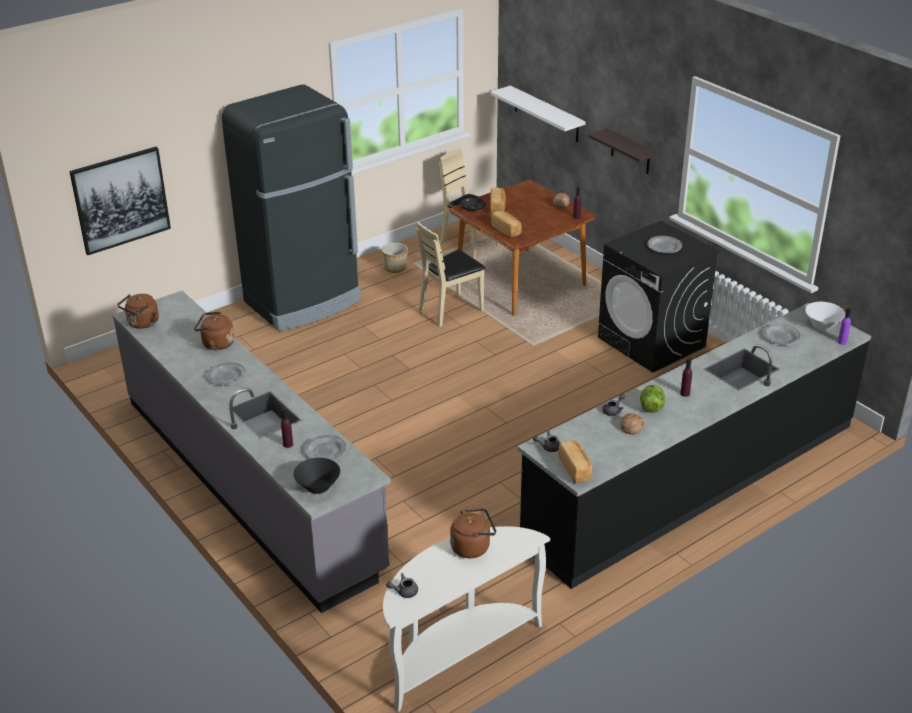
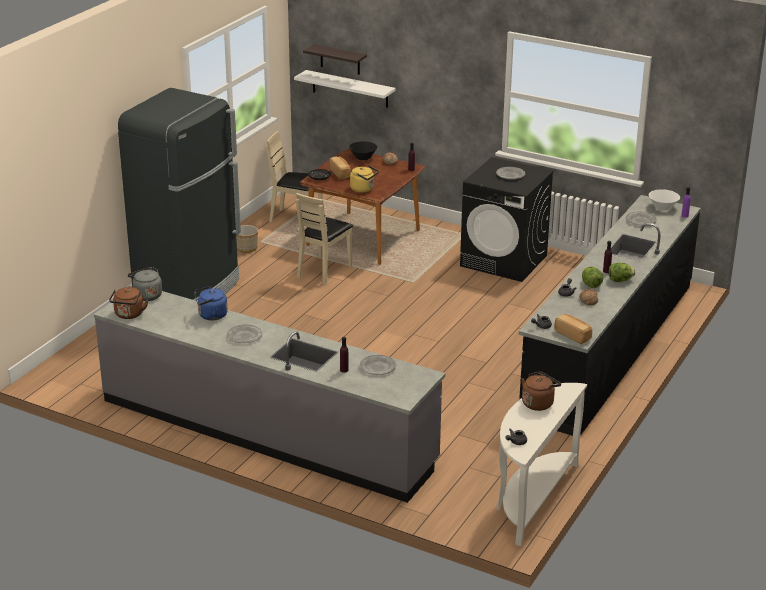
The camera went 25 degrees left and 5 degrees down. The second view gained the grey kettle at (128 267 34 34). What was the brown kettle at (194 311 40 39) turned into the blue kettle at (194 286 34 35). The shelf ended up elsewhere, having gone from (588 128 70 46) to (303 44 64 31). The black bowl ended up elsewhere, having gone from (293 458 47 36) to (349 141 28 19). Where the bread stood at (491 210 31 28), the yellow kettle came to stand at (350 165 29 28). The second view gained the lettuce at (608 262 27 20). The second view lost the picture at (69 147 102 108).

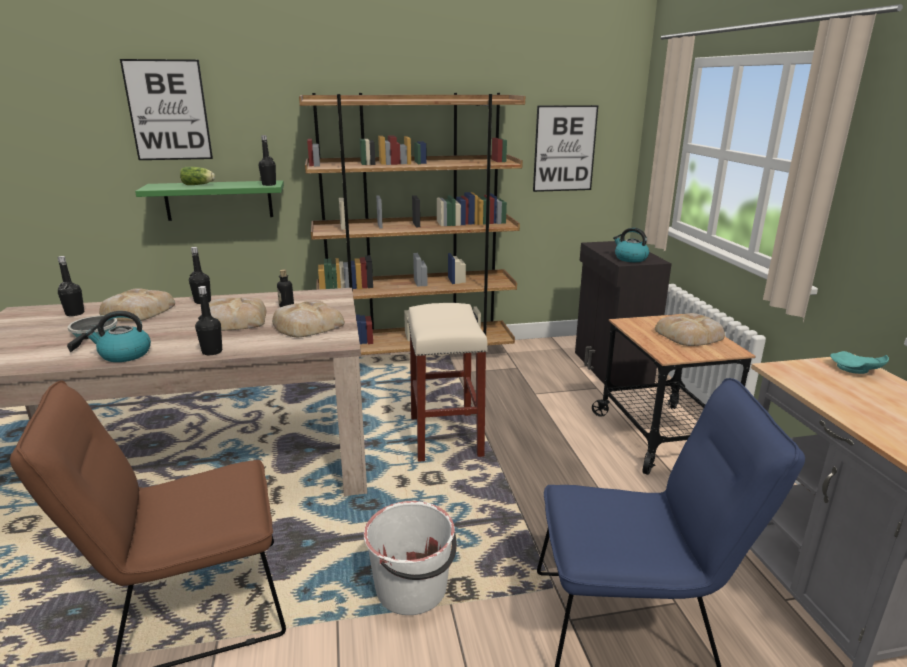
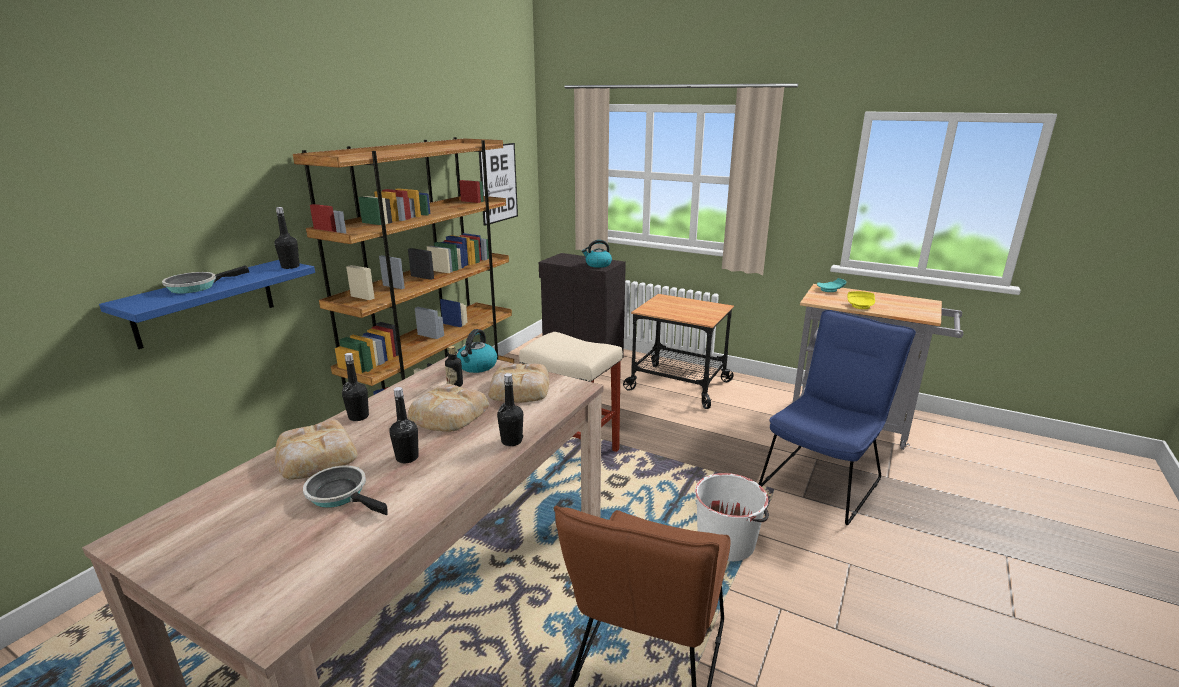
The camera went 50 degrees left and 0 degrees up. What was the green shelf at (135 180 149 41) turned into the blue shelf at (99 260 216 89). Where the lettuce stood at (180 167 35 18), the frying pan came to stand at (162 265 87 29). The black bottle ended up elsewhere, having gone from (57 256 27 60) to (390 387 29 76). The kettle ended up elsewhere, having gone from (85 311 66 51) to (457 329 40 44). The second view gained the yellow plate at (847 291 28 18). The second view lost the picture at (120 59 93 101). The second view lost the bread at (655 313 70 33).

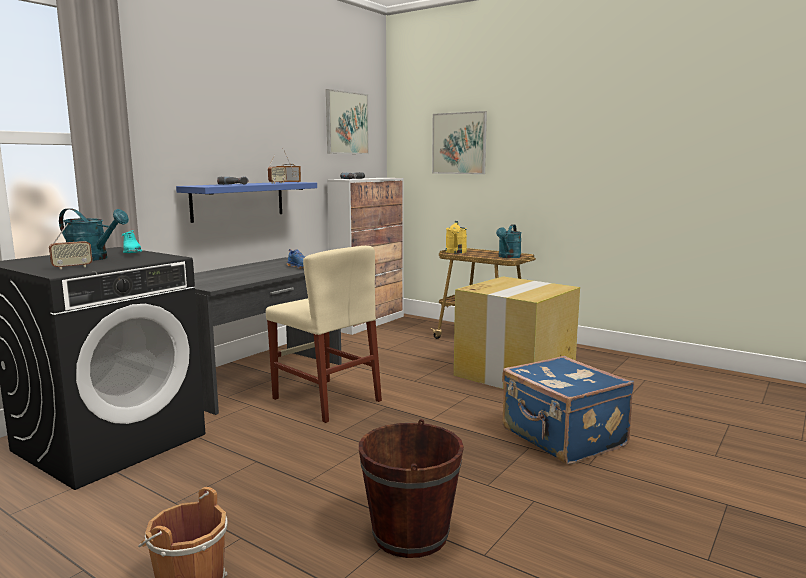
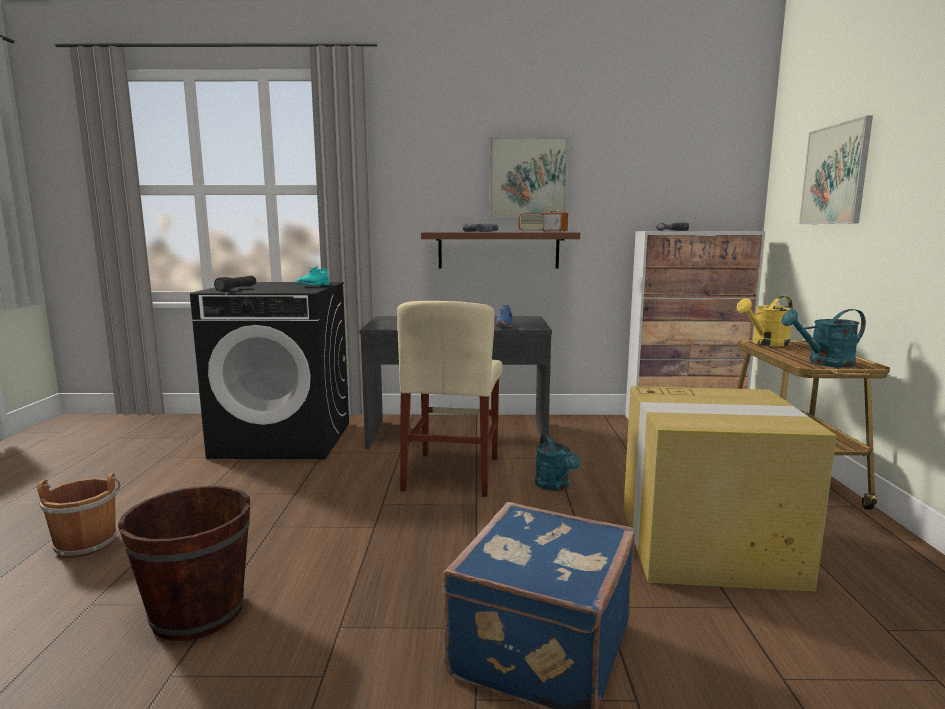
The camera went 55 degrees right and 0 degrees up. Where the radio stood at (49 223 43 46), the black flashlight came to stand at (214 276 42 15). What was the blue shelf at (176 182 141 41) turned into the brown shelf at (421 232 159 37). The picture ended up elsewhere, having gone from (326 89 43 65) to (489 137 80 81). The turquoise watering can ended up elsewhere, having gone from (59 208 70 53) to (535 433 45 58).

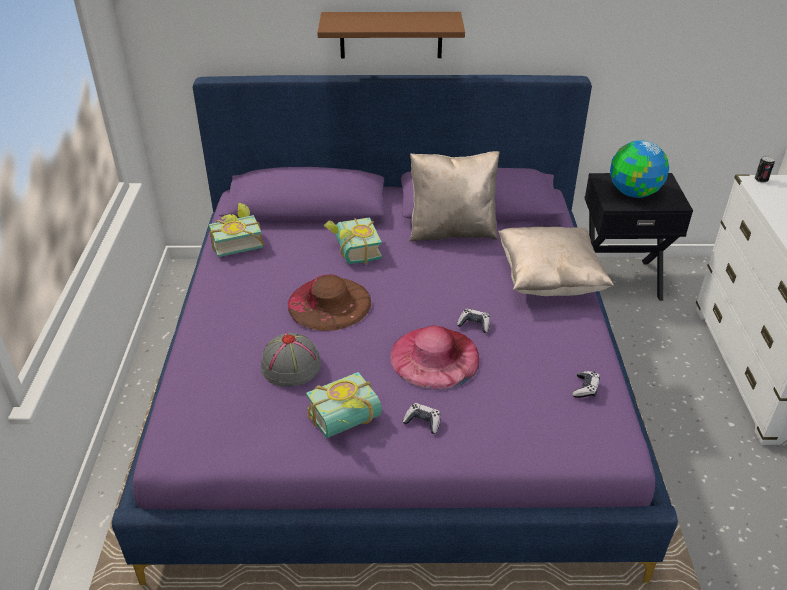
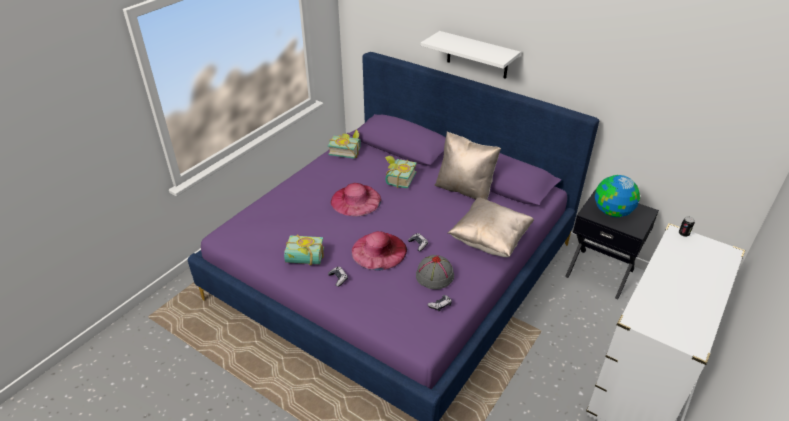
The camera went 35 degrees right and 0 degrees up. What was the brown hat at (288 274 83 57) turned into the pink hat at (331 183 51 33). The grey hat ended up elsewhere, having gone from (261 333 60 54) to (416 255 38 35). What was the brown shelf at (317 12 148 47) turned into the white shelf at (421 31 100 48).

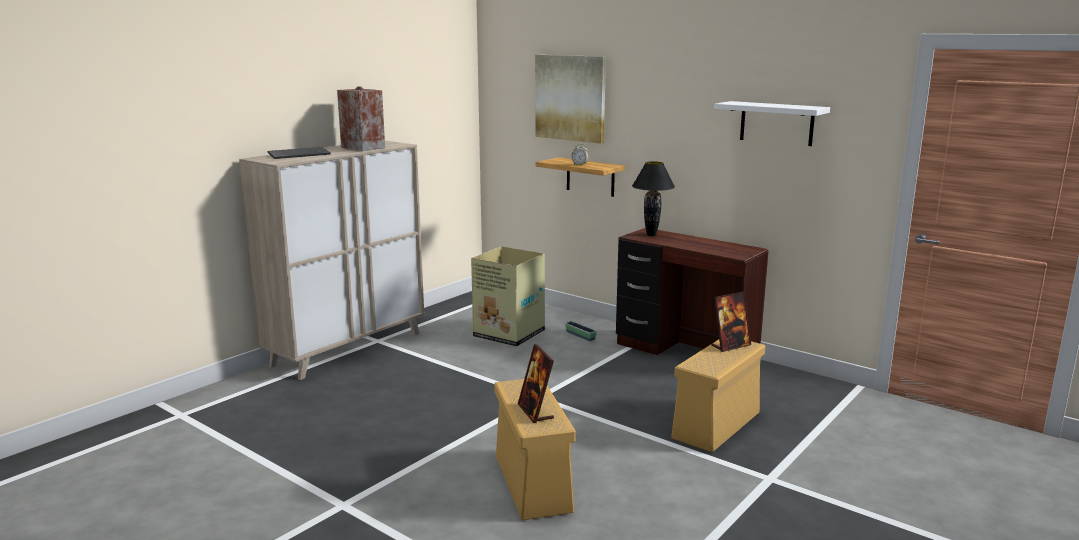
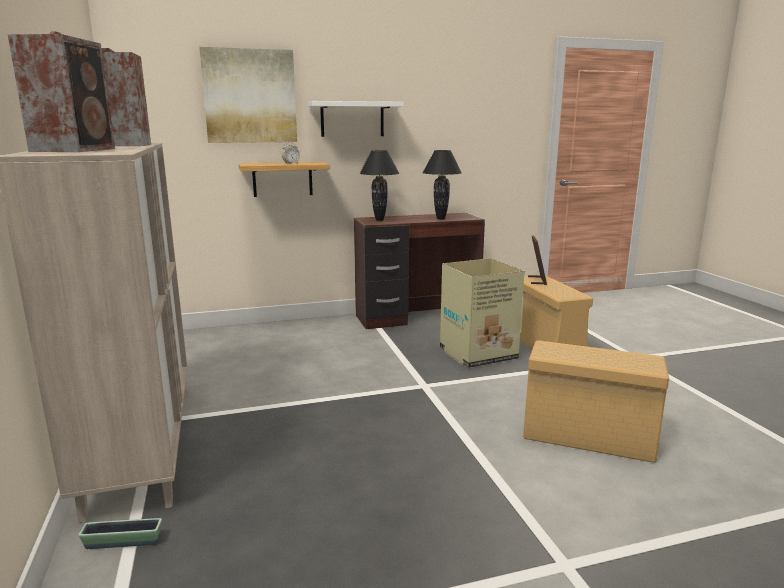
The camera went 55 degrees left and 0 degrees up. Where the keyboard stood at (268 147 63 12), the speaker came to stand at (8 31 107 121). The planter ended up elsewhere, having gone from (565 321 32 20) to (78 518 84 31). The white shelf ended up elsewhere, having gone from (714 101 116 45) to (308 101 96 36). The second view gained the black table lamp at (422 150 40 70). The cardboard box ended up elsewhere, having gone from (471 246 74 101) to (440 258 85 110). The second view lost the picture frame at (518 344 36 79).

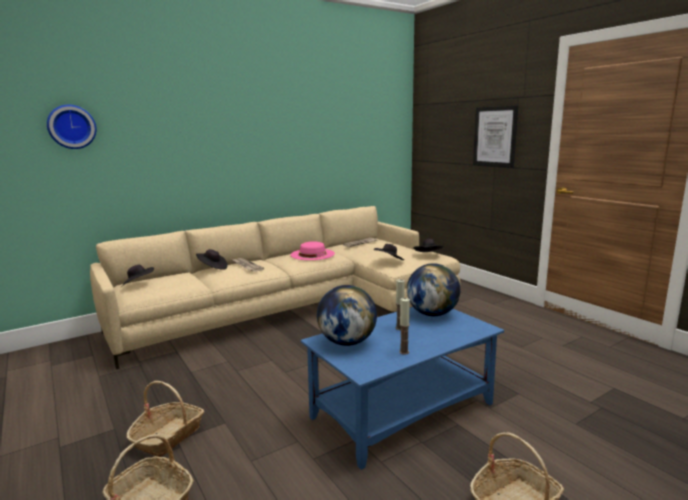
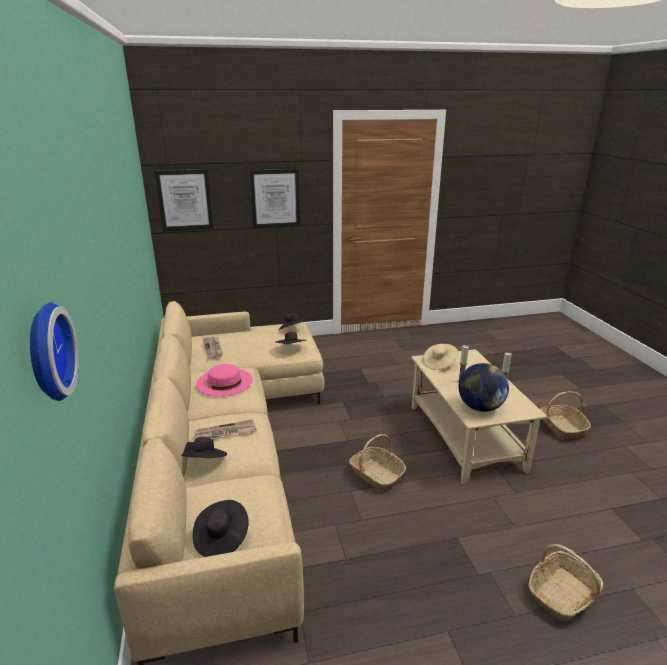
The camera went 70 degrees left and 10 degrees up. The second view gained the picture at (155 169 58 62). The basket ended up elsewhere, having gone from (126 381 78 76) to (349 434 57 57). What was the blue coffee table at (301 307 203 163) turned into the beige coffee table at (411 349 136 135). Where the globe stood at (407 263 53 53), the beige hat came to stand at (423 344 35 26).

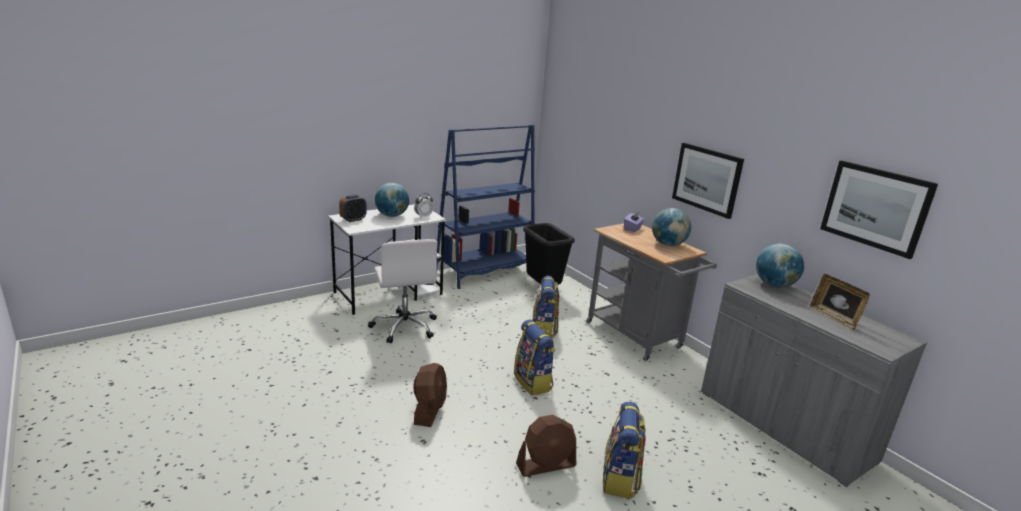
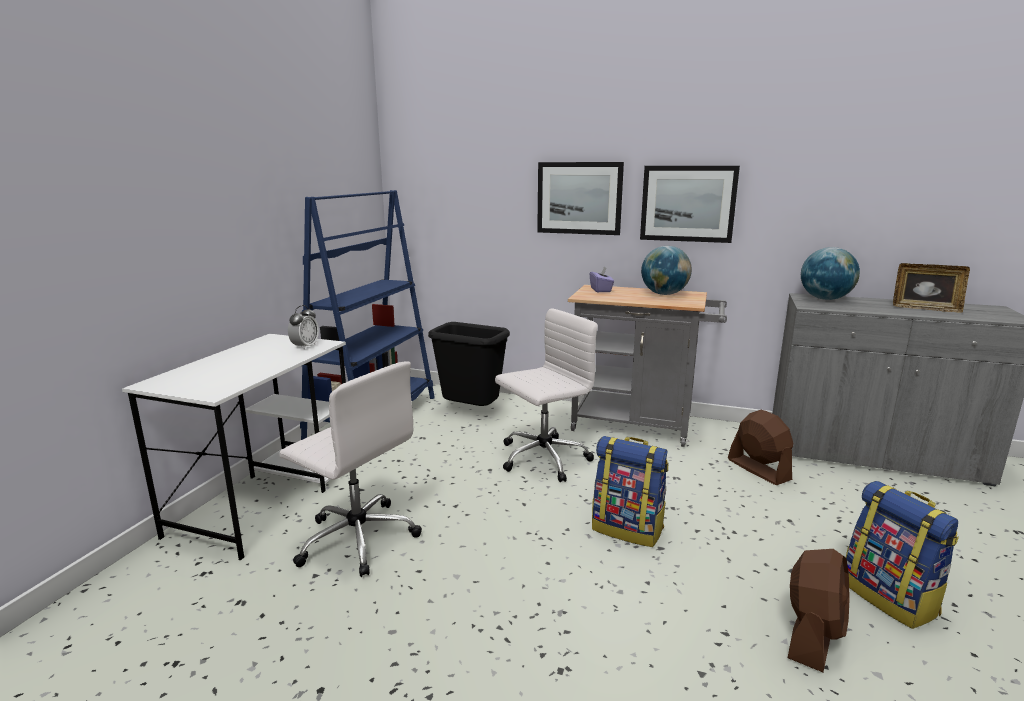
The camera went 35 degrees left and 5 degrees down. Where the backpack stood at (533 276 26 63), the white office chair came to stand at (495 308 103 174). The picture ended up elsewhere, having gone from (820 161 118 98) to (537 162 87 73). The brown fan ended up elsewhere, having gone from (413 363 34 64) to (728 410 65 75). The second view lost the alarm clock at (339 194 28 28). The second view lost the globe at (375 183 34 34).

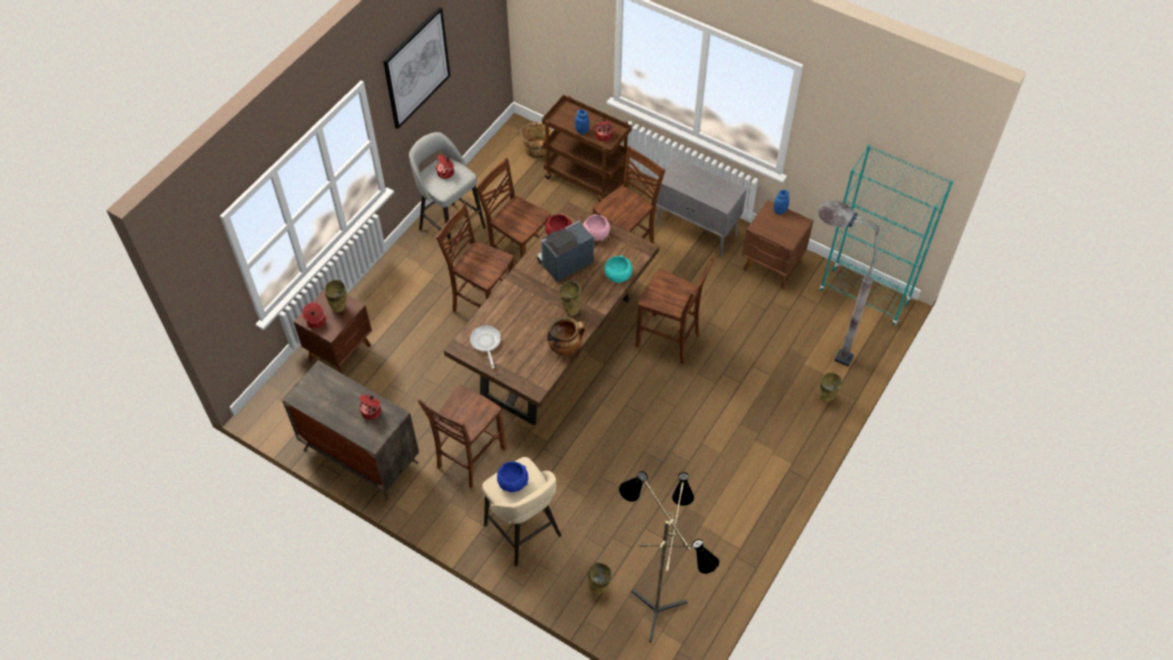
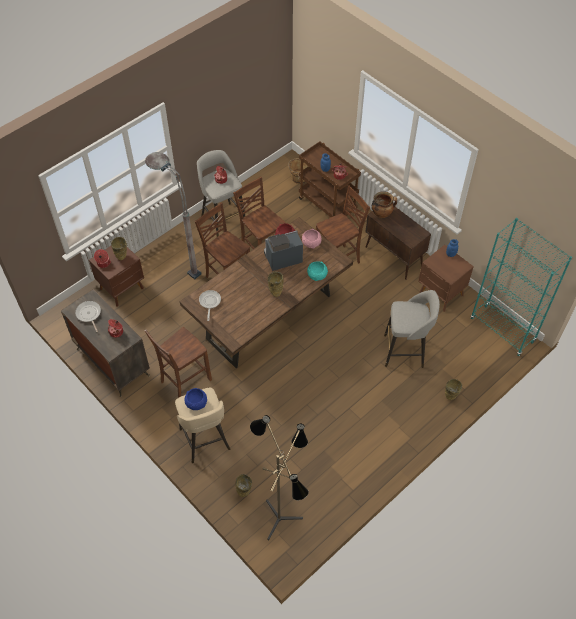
The camera went 15 degrees right and 0 degrees up. The second view gained the frying pan at (75 301 26 31). The grey floor lamp ended up elsewhere, having gone from (818 200 61 167) to (145 152 57 128). What was the grey cabinet at (655 157 92 101) turned into the brown cabinet at (365 207 66 73). The cooking pot ended up elsewhere, having gone from (547 316 38 40) to (372 191 25 27). The second view gained the grey stool at (384 290 56 78). The second view lost the picture at (383 7 67 122). The second view lost the brown chair at (635 257 79 107).

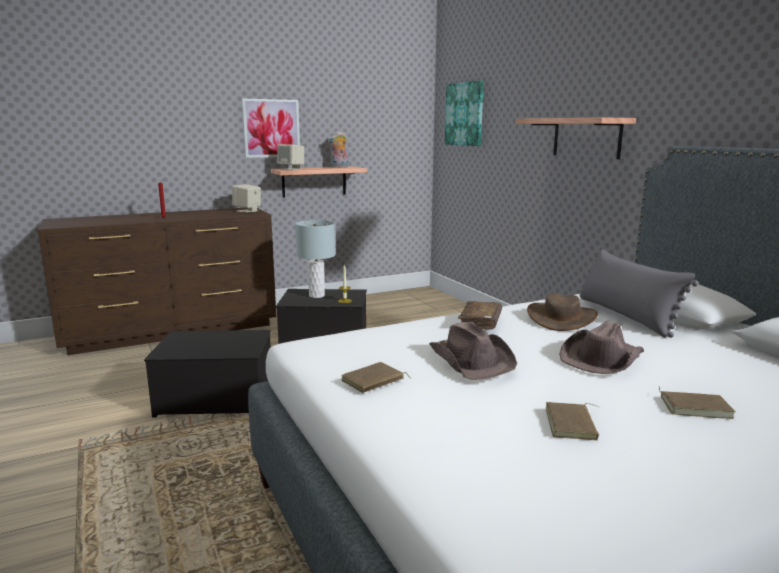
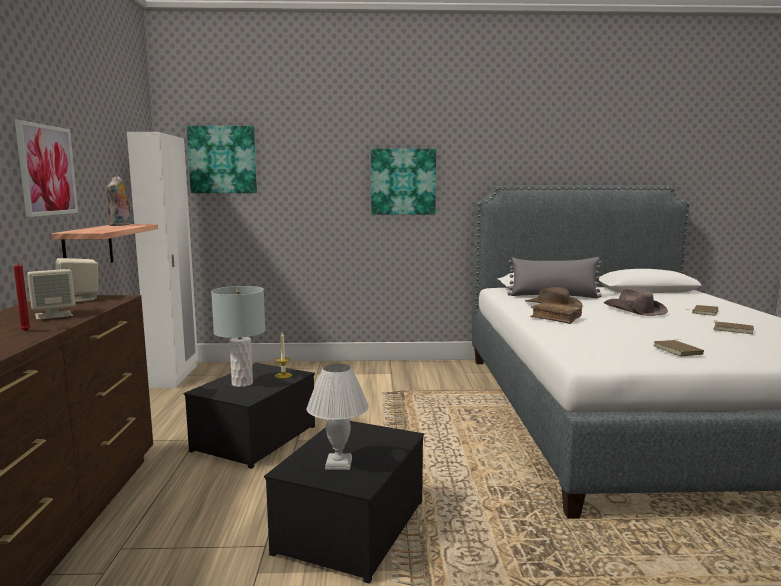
The camera went 65 degrees left and 5 degrees down. The beige speaker ended up elsewhere, having gone from (277 144 27 26) to (27 269 48 51). The second view gained the white wardrobe at (127 132 71 256). The second view gained the white table lamp at (307 363 62 107). Where the shelf hung at (516 117 120 42), the picture came to hang at (371 149 65 66). The second view lost the brown hat at (429 322 88 58).

